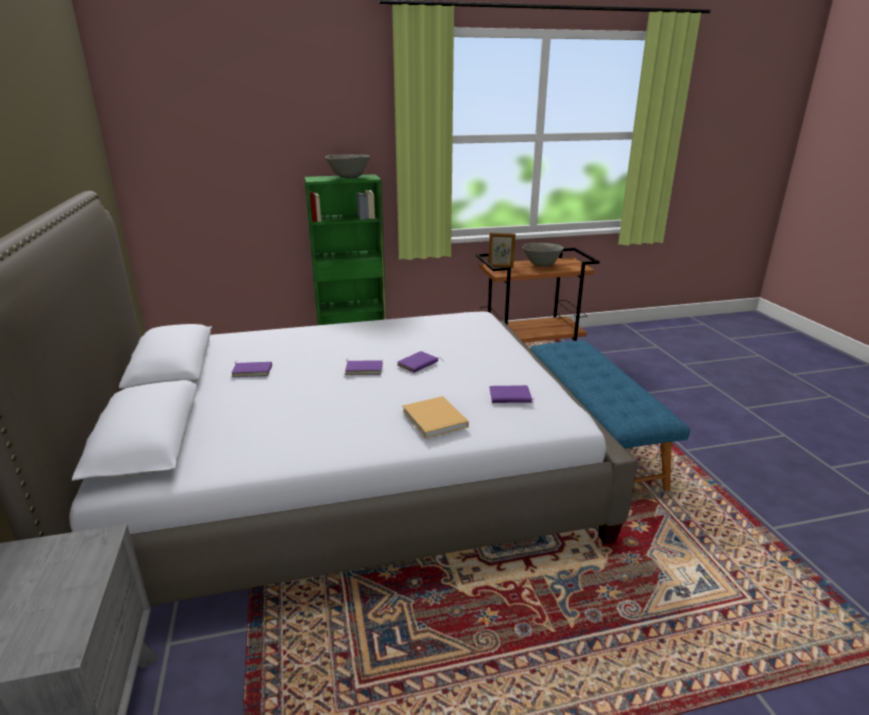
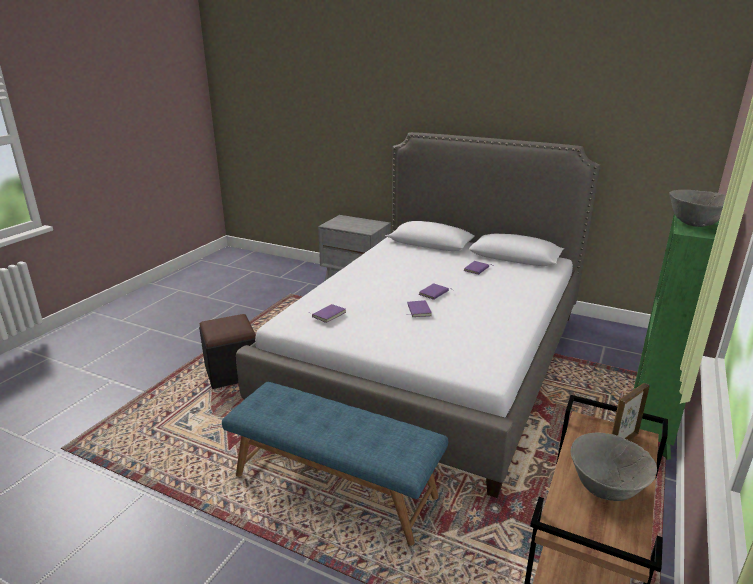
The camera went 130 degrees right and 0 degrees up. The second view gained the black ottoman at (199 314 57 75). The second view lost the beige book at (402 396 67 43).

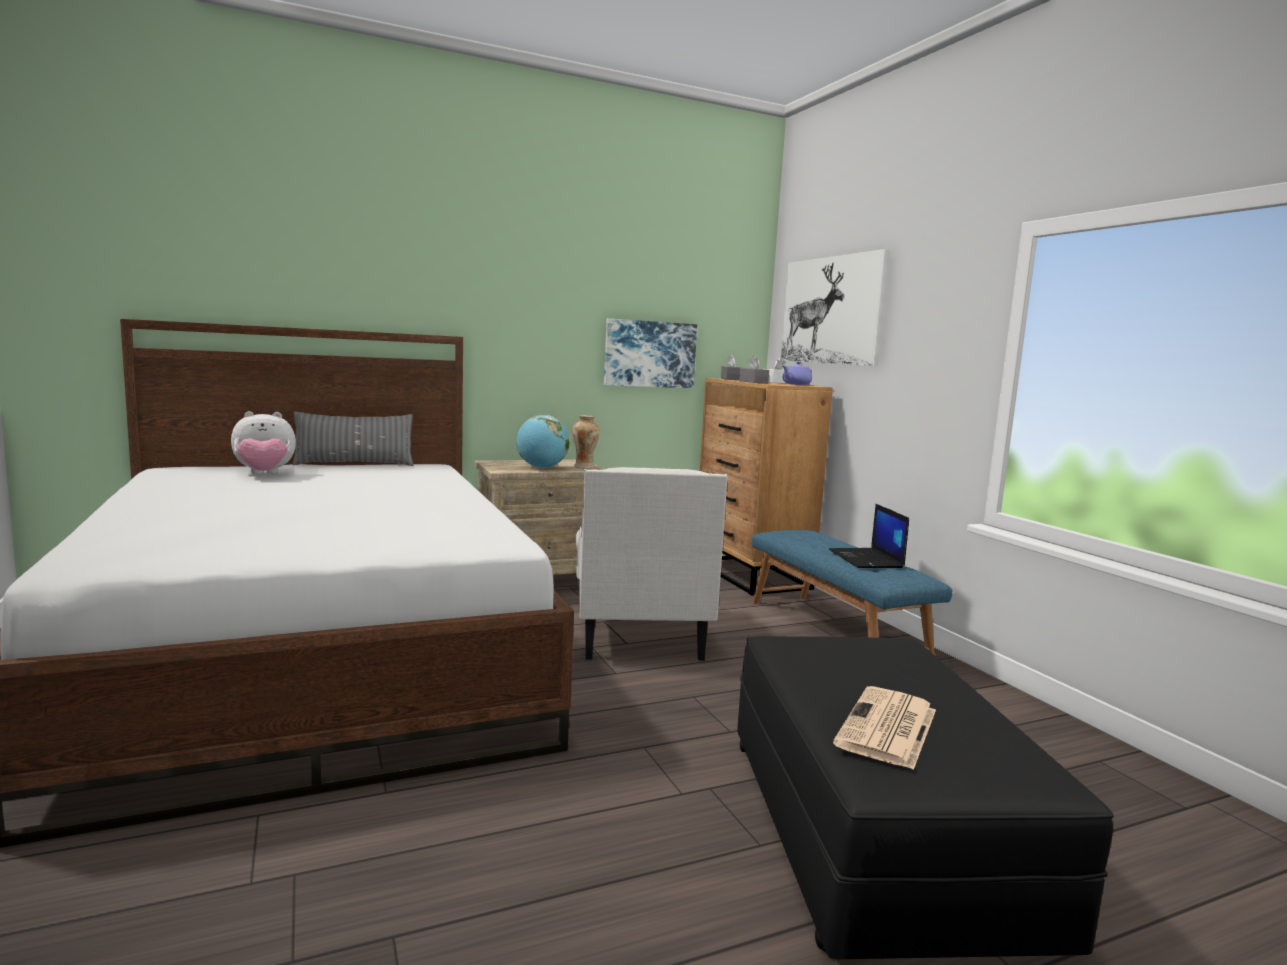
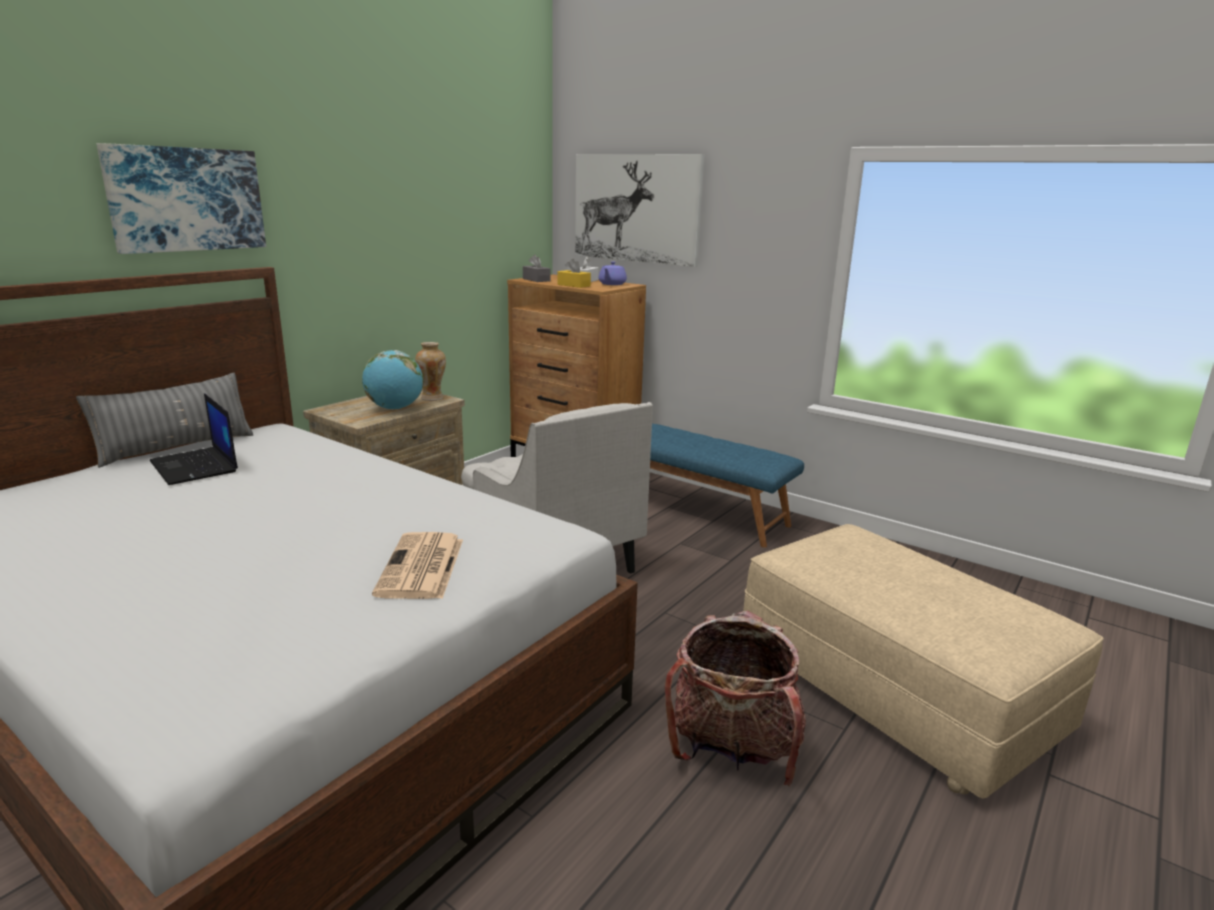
The camera went 30 degrees left and 10 degrees up. The picture ended up elsewhere, having gone from (604 318 93 70) to (97 143 169 111). The laptop ended up elsewhere, having gone from (829 504 80 64) to (150 393 88 92). The newspaper ended up elsewhere, having gone from (833 686 103 84) to (372 532 91 67). What was the grey tissue box at (739 356 30 27) turned into the yellow tissue box at (557 259 34 29). The second view gained the backpack at (665 611 141 176). What was the black ottoman at (737 636 377 323) turned into the beige ottoman at (743 524 361 275). The second view lost the plush toy at (231 411 65 63).

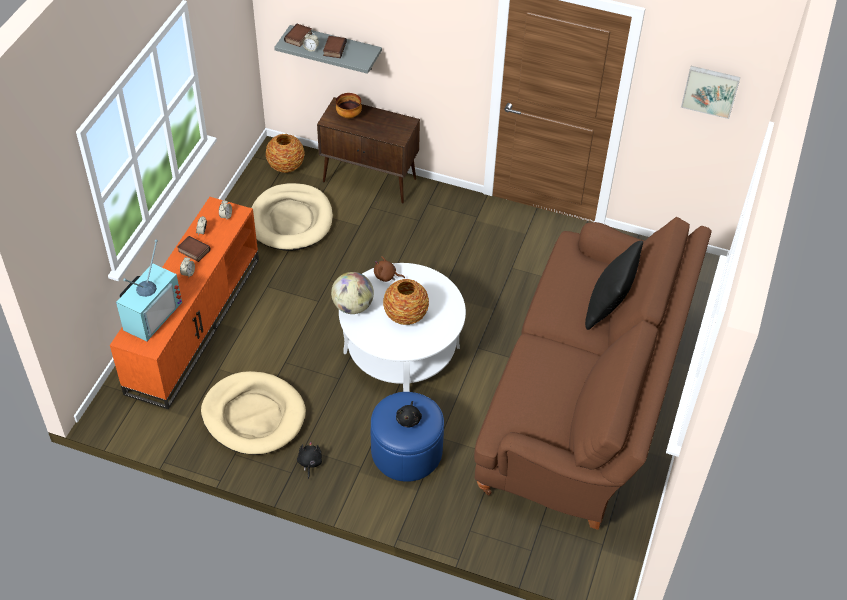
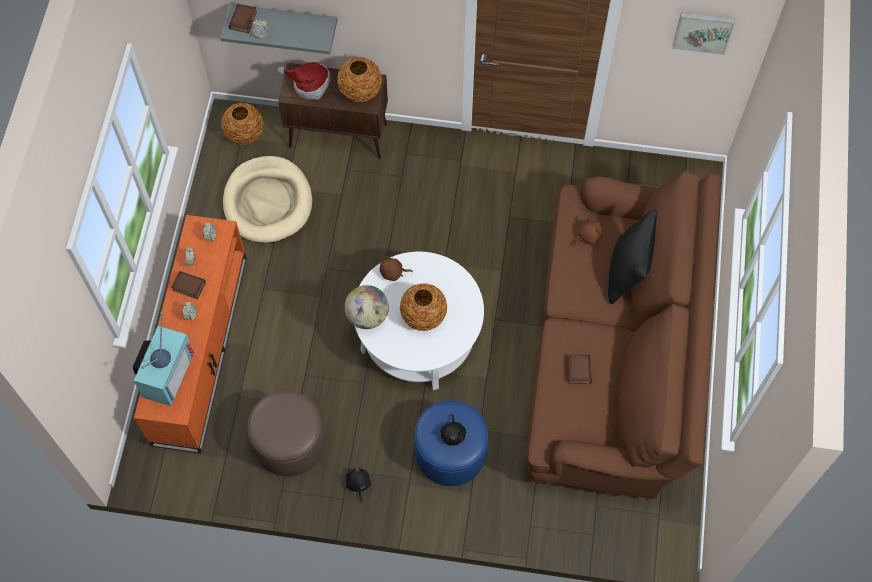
The camera went 10 degrees left and 15 degrees up. Where the beige dog bed stood at (201 371 105 84), the brown ottoman came to stand at (248 391 77 86). Where the bowl stood at (336 93 26 26), the hat came to stand at (277 62 54 38). The second view gained the vase at (337 57 45 45). The book ended up elsewhere, having gone from (323 36 24 22) to (568 354 24 30). The second view gained the brown plush toy at (573 218 29 28).

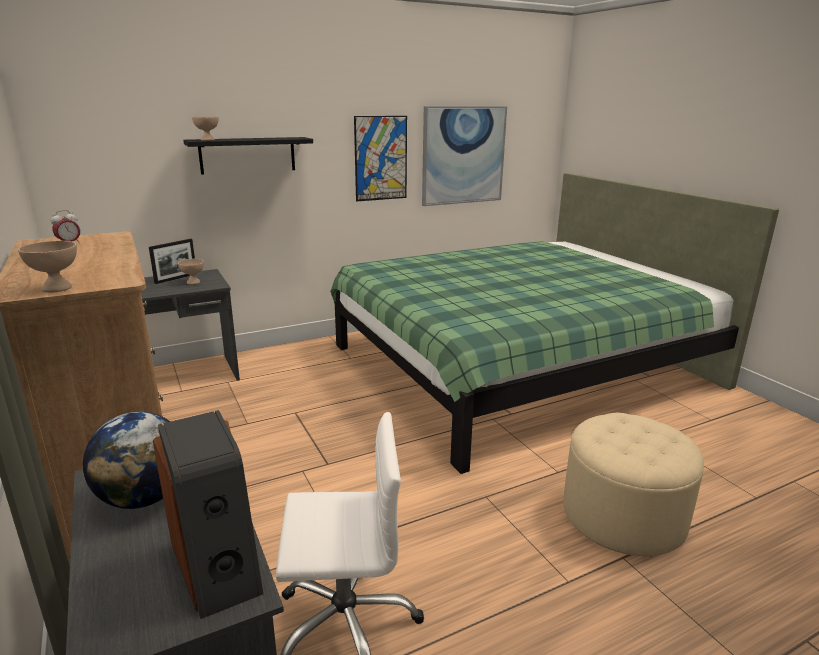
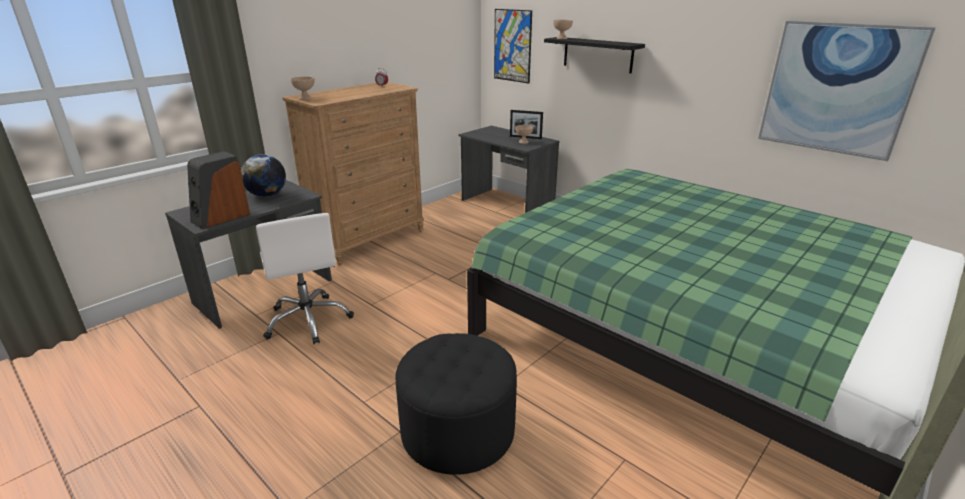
The camera went 70 degrees right and 5 degrees up. What was the beige ottoman at (563 413 141 143) turned into the black ottoman at (395 333 122 142). The picture ended up elsewhere, having gone from (354 116 53 85) to (494 9 38 74).

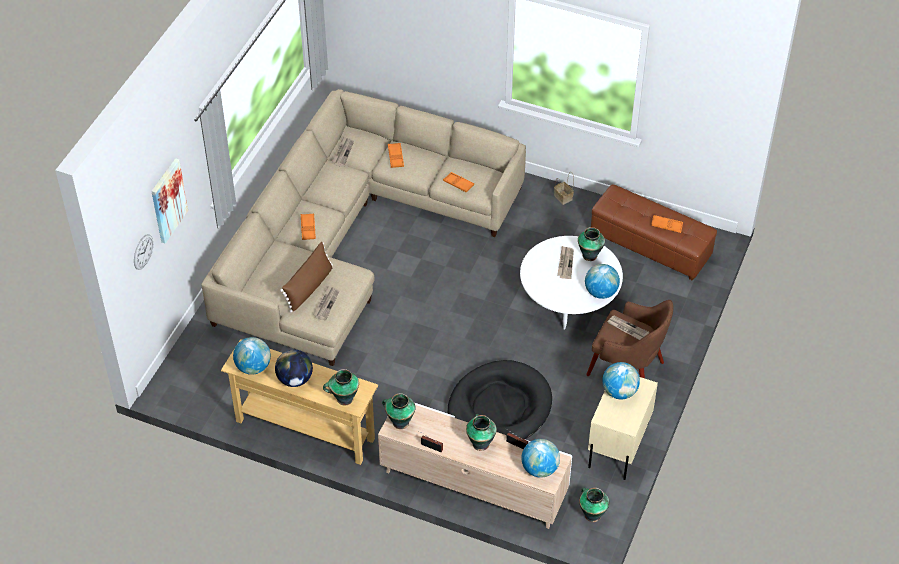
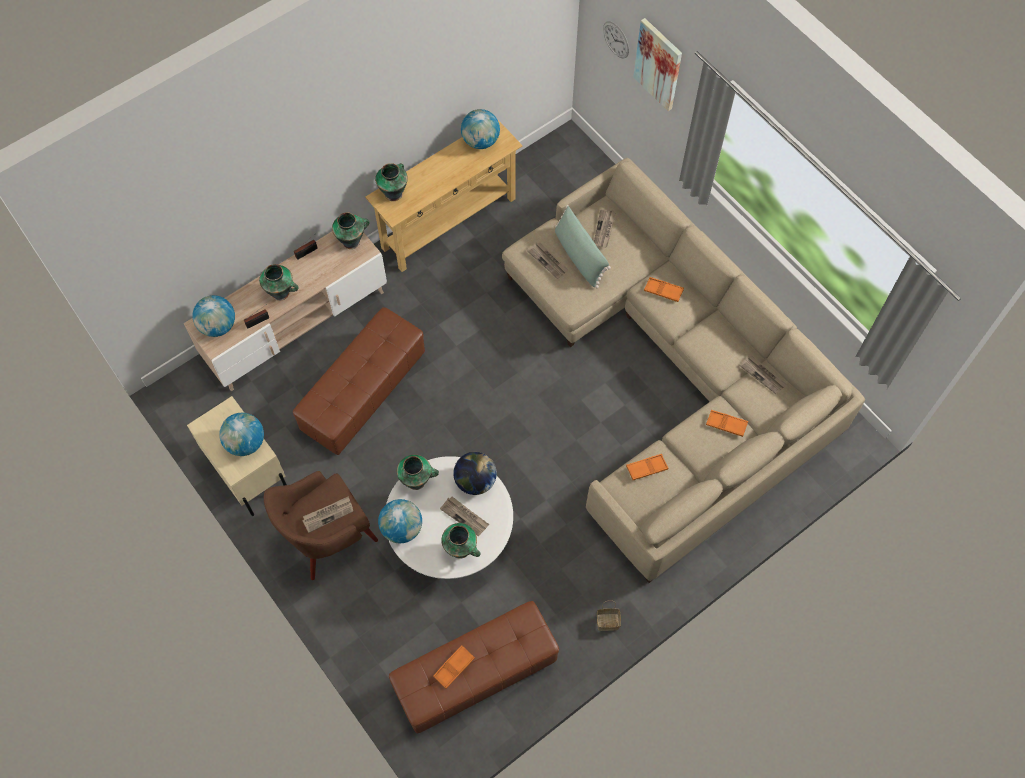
The camera went 120 degrees right and 15 degrees up. Where the black dog bed stood at (448 360 104 79), the brown ottoman came to stand at (293 307 132 148). The vase ended up elsewhere, having gone from (579 488 31 34) to (397 455 42 35). The globe ended up elsewhere, having gone from (275 349 38 38) to (453 452 44 43). What was the brown pillow at (280 242 53 71) turned into the green pillow at (555 205 56 83). The second view gained the newspaper at (594 209 22 39).

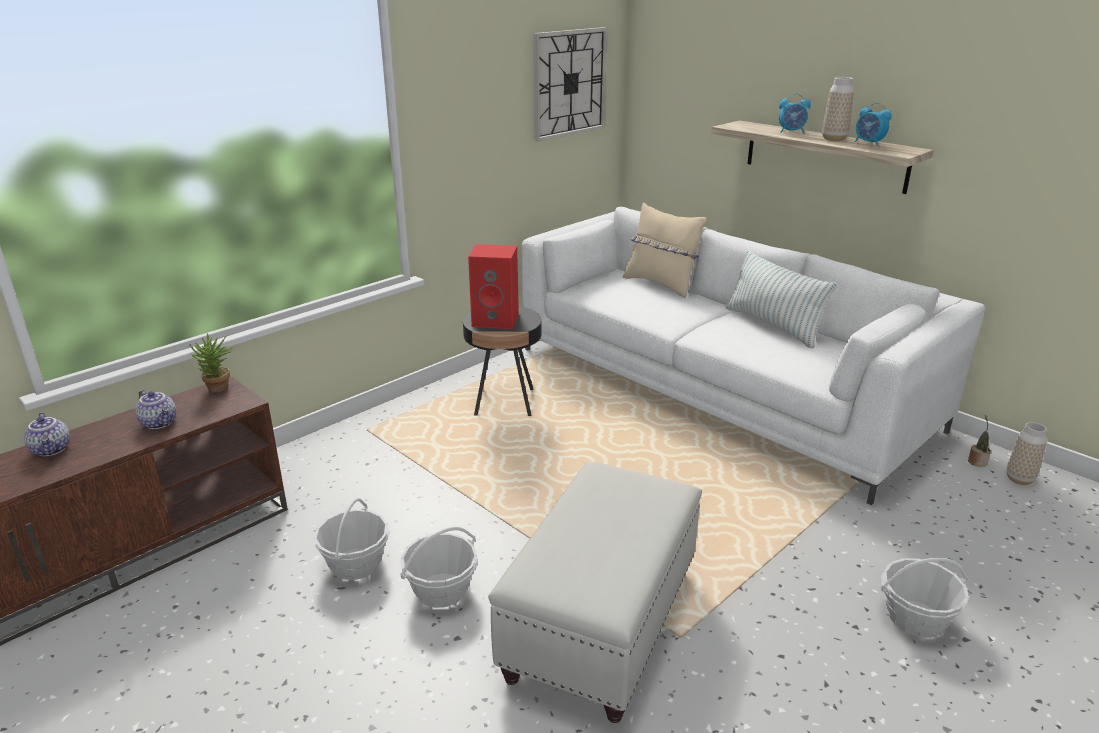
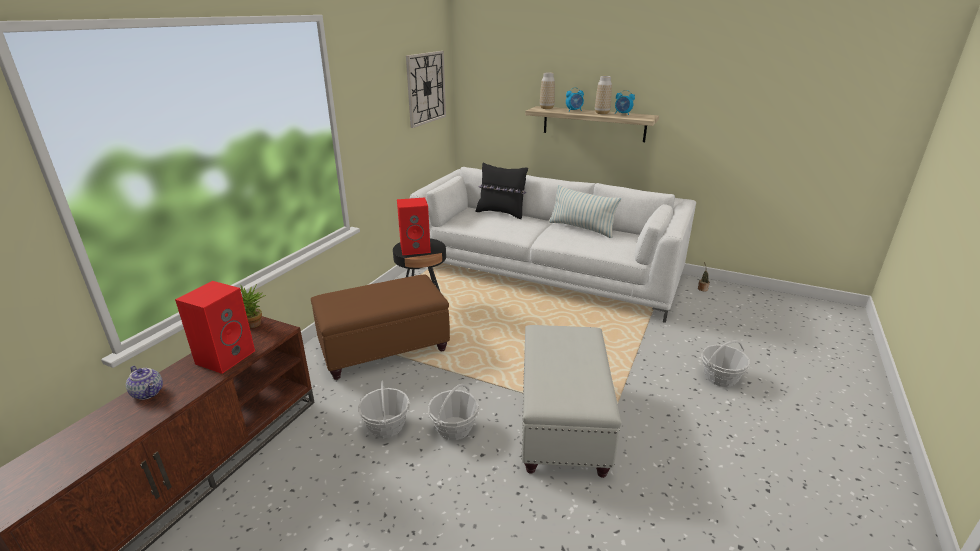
The camera went 20 degrees left and 0 degrees up. Where the teapot stood at (135 390 41 39), the red speaker came to stand at (175 281 80 93). The second view gained the brown ottoman at (311 275 139 105). What was the beige pillow at (623 203 83 95) turned into the black pillow at (475 162 53 57). The vase ended up elsewhere, having gone from (1006 422 41 63) to (540 73 15 36).

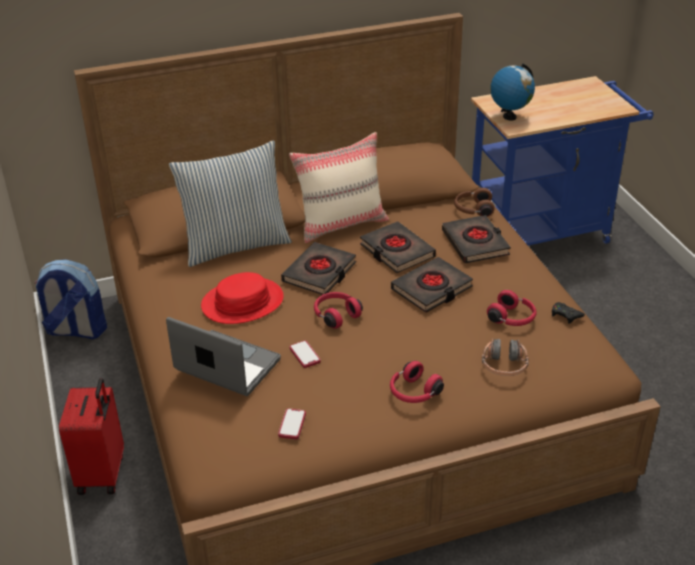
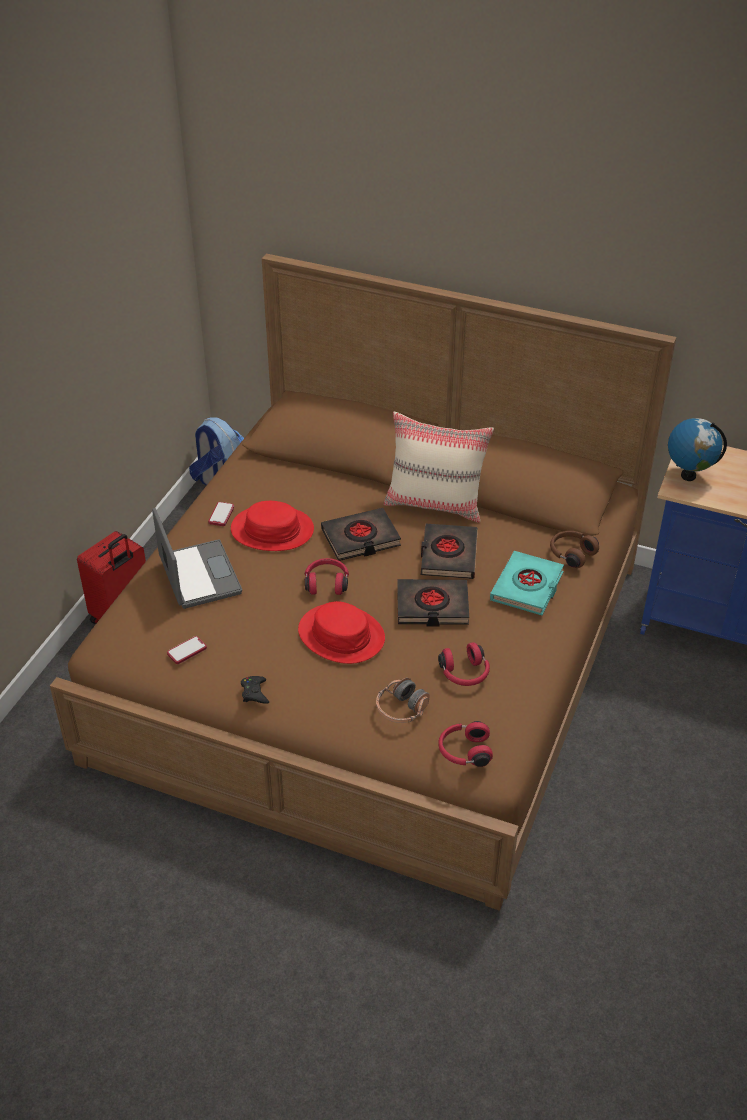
The camera went 40 degrees right and 5 degrees up. The phone ended up elsewhere, having gone from (290 341 31 27) to (208 502 26 24). The black game controller ended up elsewhere, having gone from (552 302 33 22) to (241 676 28 28). The second view gained the red hat at (298 601 87 63). The red headphones ended up elsewhere, having gone from (390 361 54 42) to (438 721 55 46). What was the black book at (442 215 69 49) turned into the turquoise book at (490 551 74 64). The second view lost the pillow at (169 141 123 126).

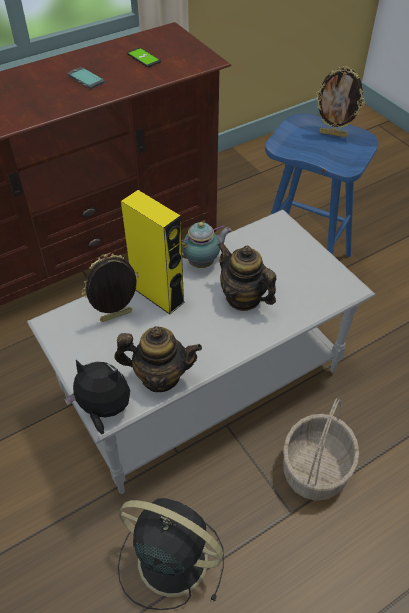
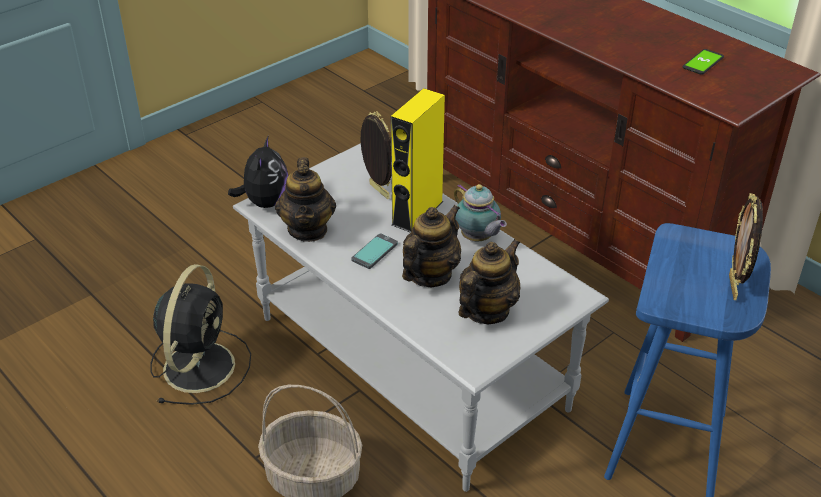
The camera went 80 degrees right and 10 degrees down. The phone ended up elsewhere, having gone from (67 67 38 22) to (351 233 47 36). The second view gained the teapot at (458 239 62 85).

